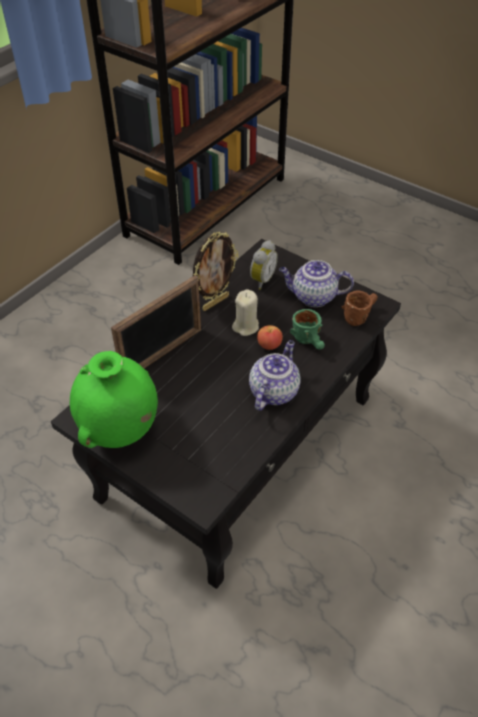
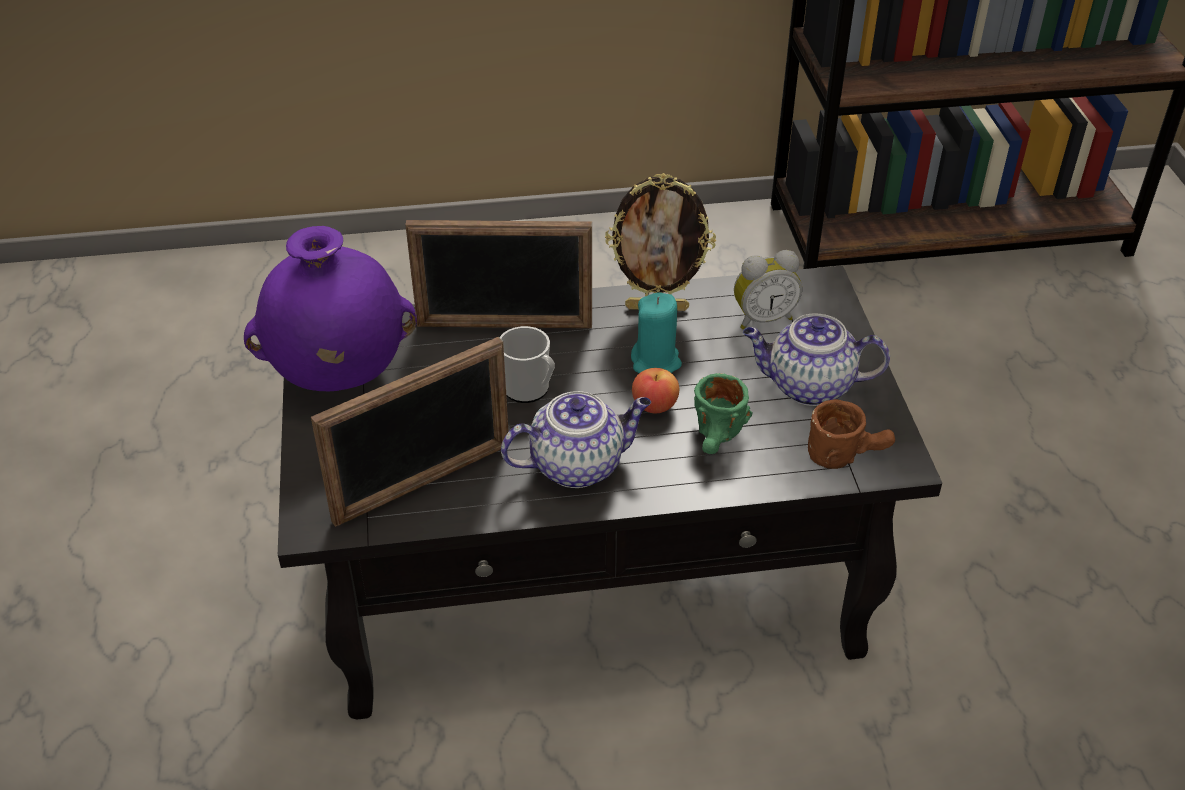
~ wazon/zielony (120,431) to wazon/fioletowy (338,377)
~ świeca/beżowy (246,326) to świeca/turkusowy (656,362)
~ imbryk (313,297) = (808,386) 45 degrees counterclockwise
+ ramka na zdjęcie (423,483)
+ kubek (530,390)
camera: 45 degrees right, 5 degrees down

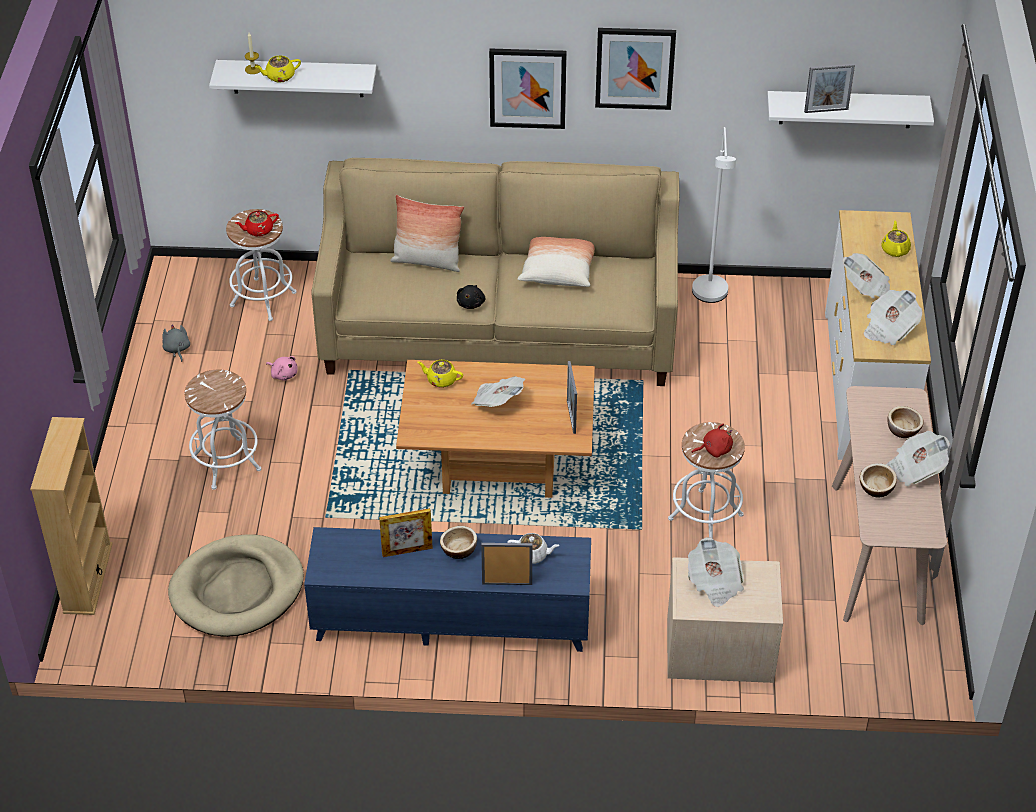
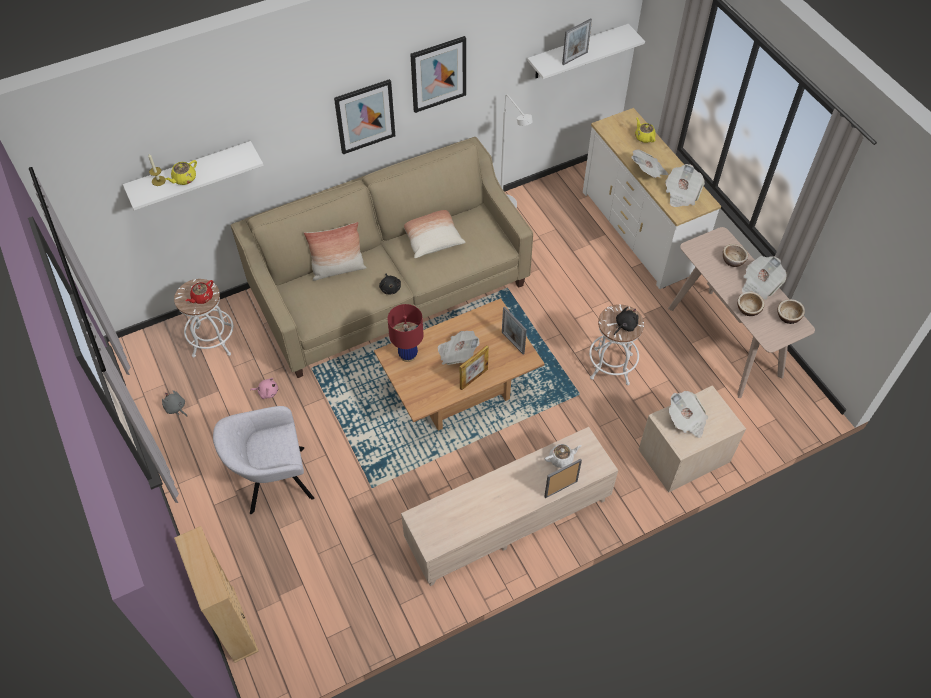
- legowisko/beżowy (237,590)
~ stołek/biały (226,463) to fotel/szary (273,480)
~ szafka pod telewizor/niebieski (451,620) to szafka pod telewizor/beżowy (508,522)
~ ramka na zdjęcie (407,551) to (473,379)
~ imbryk/żółty (441,380) to lampa stołowa/czerwony (408,355)
~ miska (459,550) to (788,316)
~ pluszak/czerwony (714,449) to pluszak/czarny (625,325)
camera: 30 degrees left, 10 degrees up

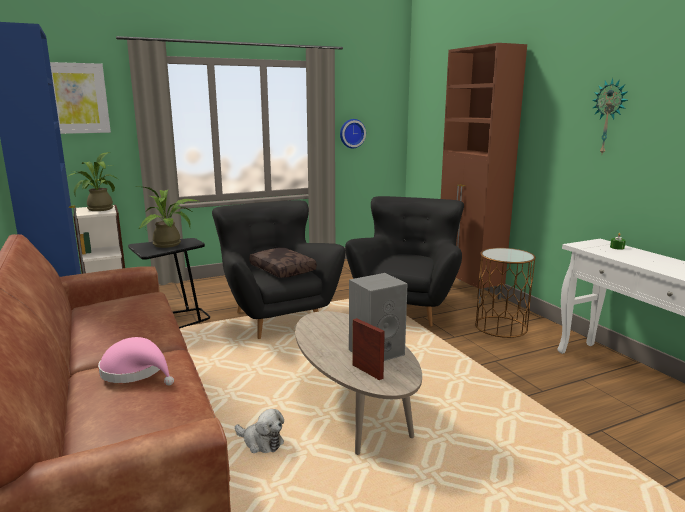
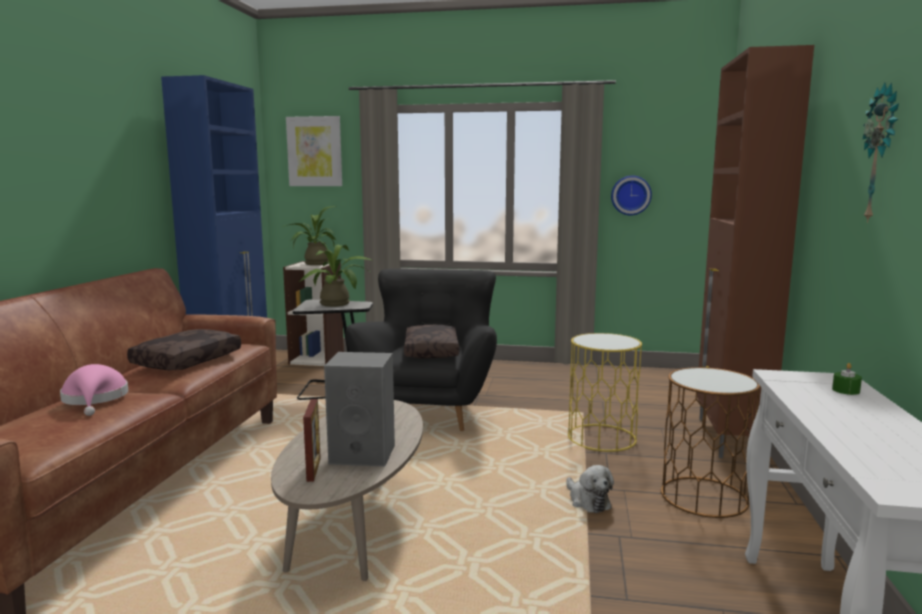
~ pluszak (261,442) to (587,501)
~ fotel/czarny (407,308) to stolik/żółty (602,438)
+ poduszka/brązowy (187,360)
camera: 35 degrees right, 5 degrees down

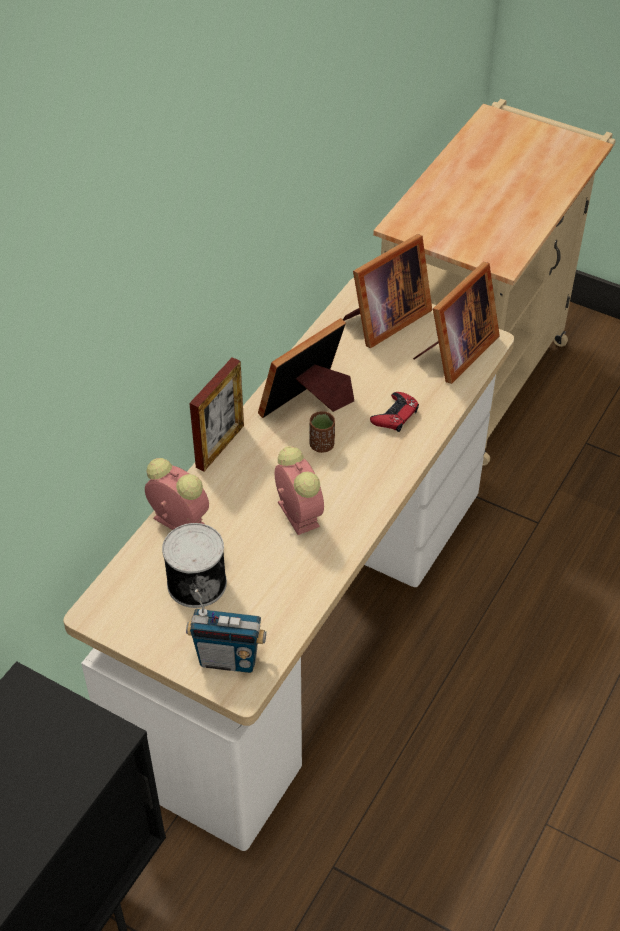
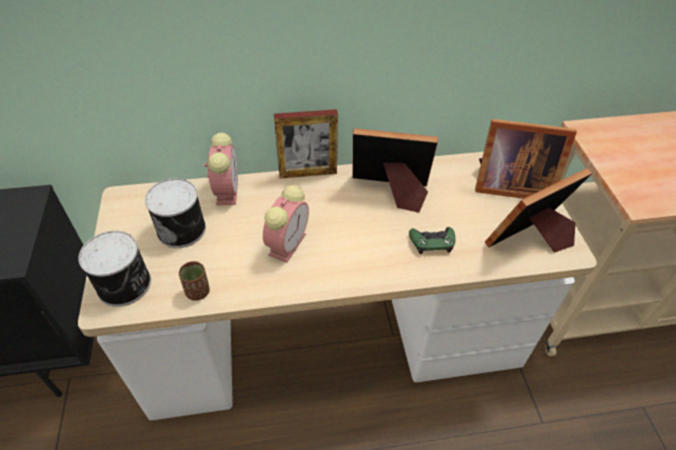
~ radio (228,659) to puszka (125,285)
~ filiżanka/brązowy (322,445) to (198,292)
~ pad do gier/czerwony (395,415) to pad do gier/zielony (432,242)
~ ramka na zdjęcie (454,353) = (531,240) 150 degrees clockwise
camera: 50 degrees right, 0 degrees up

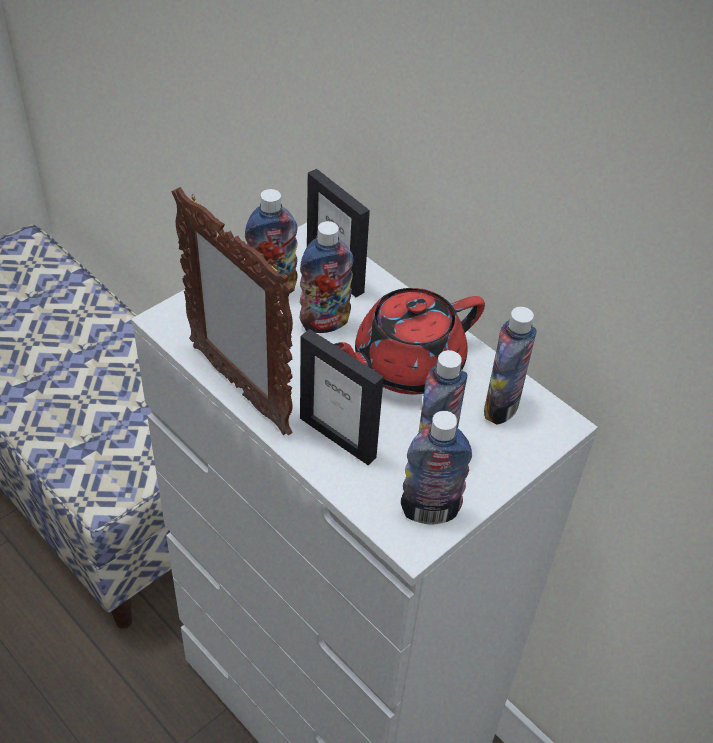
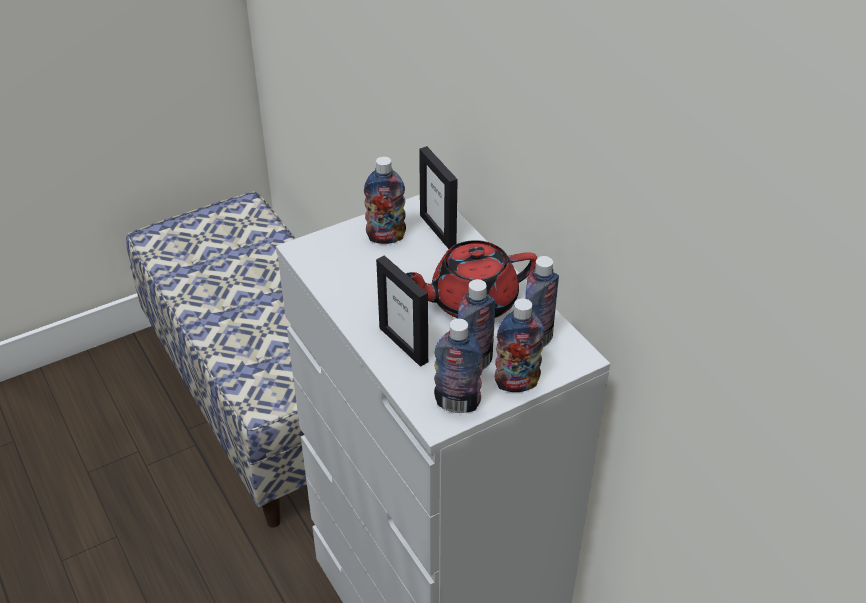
- ramka na zdjęcie (239,388)
~ butelka (325,322) to (516,383)
camera: 15 degrees right, 5 degrees down

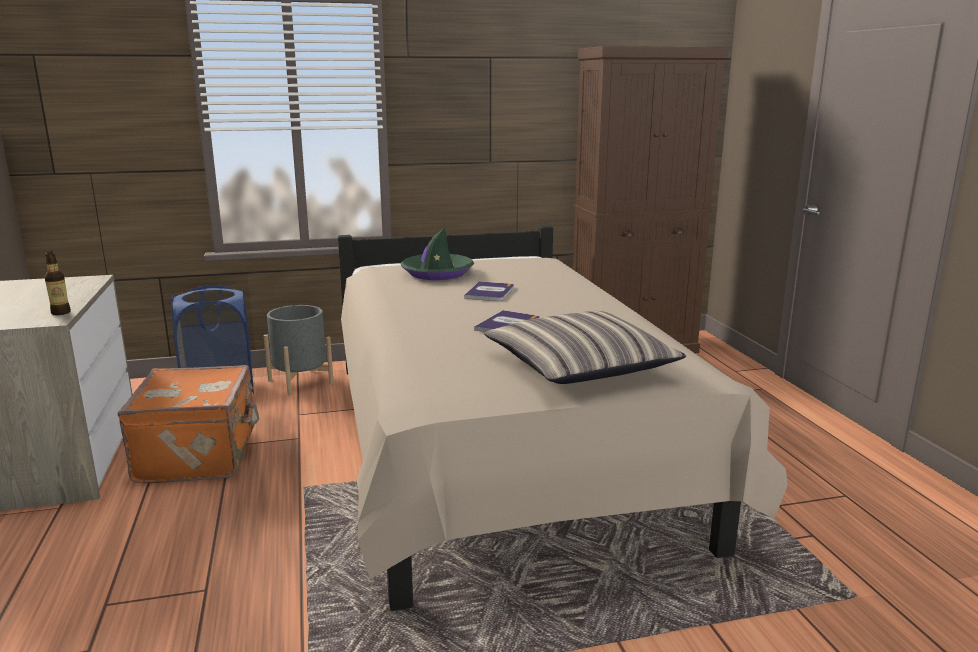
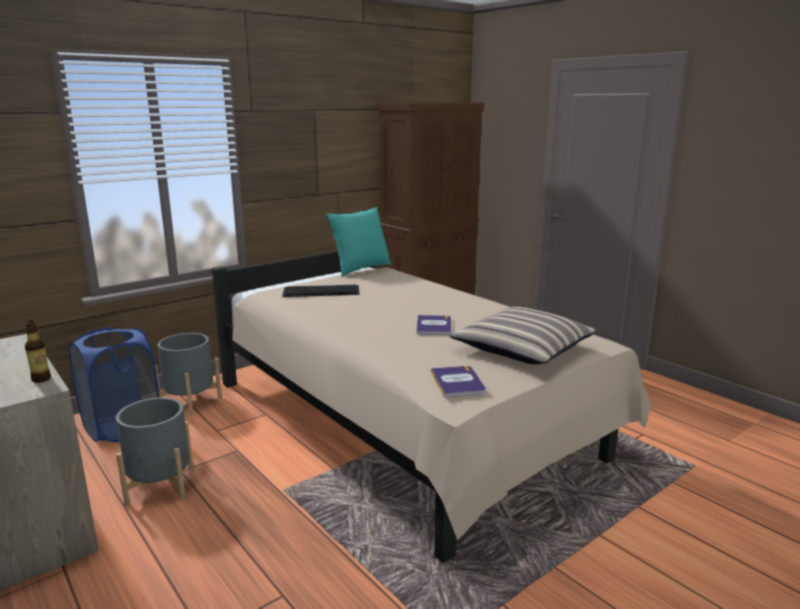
~ walizka/pomarańczowy (200,455) to donica/szary (160,486)
~ kapelusz/zielony (437,273) to klawiatura (320,291)
~ książka (490,292) to (457,382)
+ poduszka/turkusowy (360,269)
camera: 25 degrees left, 0 degrees up

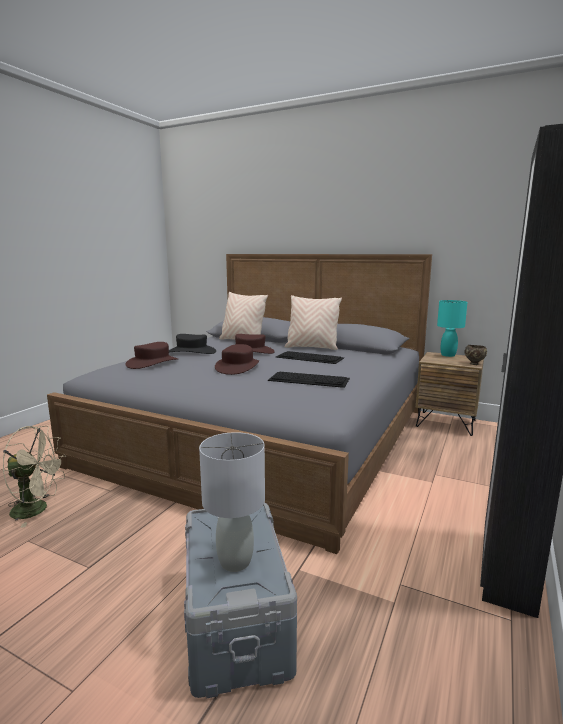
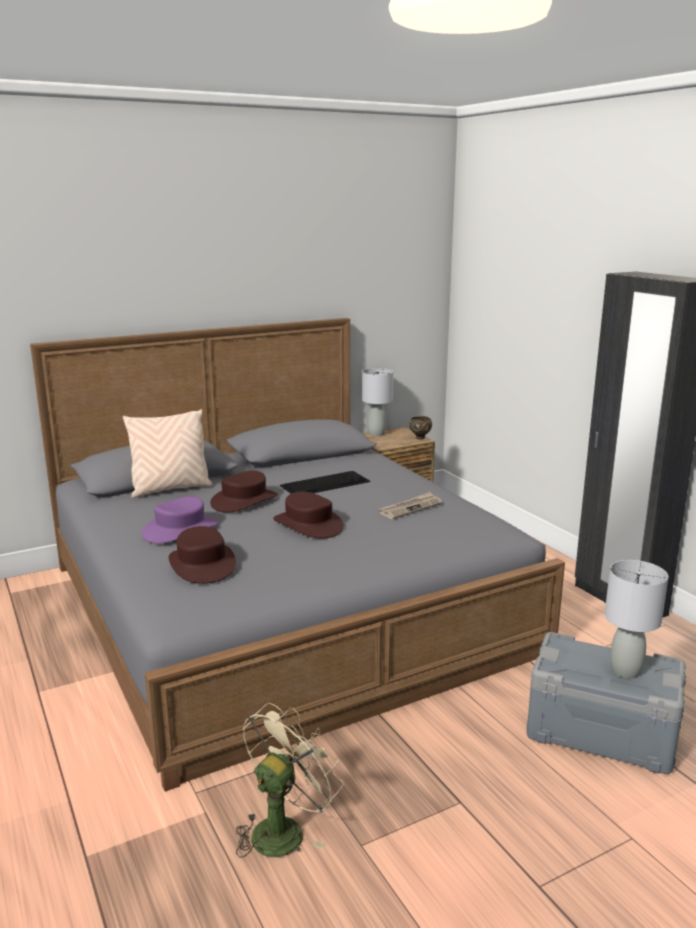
~ kapelusz/czarny (192,352) to kapelusz/fioletowy (180,529)
~ klawiatura (310,379) to gazeta (410,508)
- poduszka/beżowy (312,347)
~ lampa stołowa/turkusowy (447,355) to lampa stołowa/szary (376,434)
camera: 55 degrees left, 5 degrees up

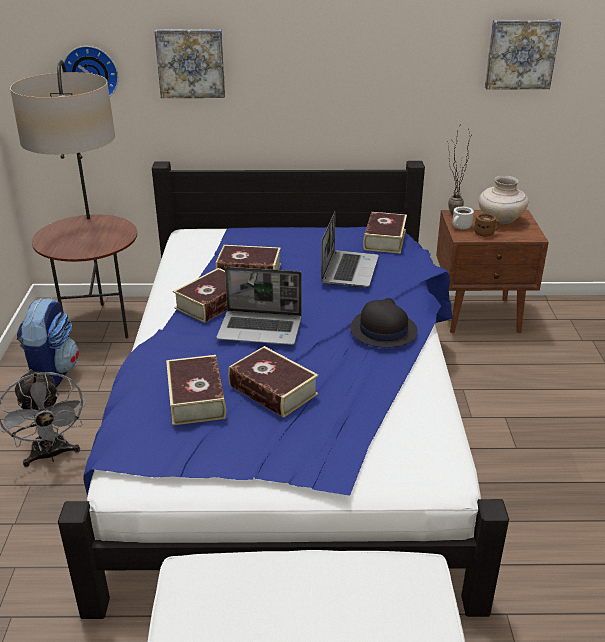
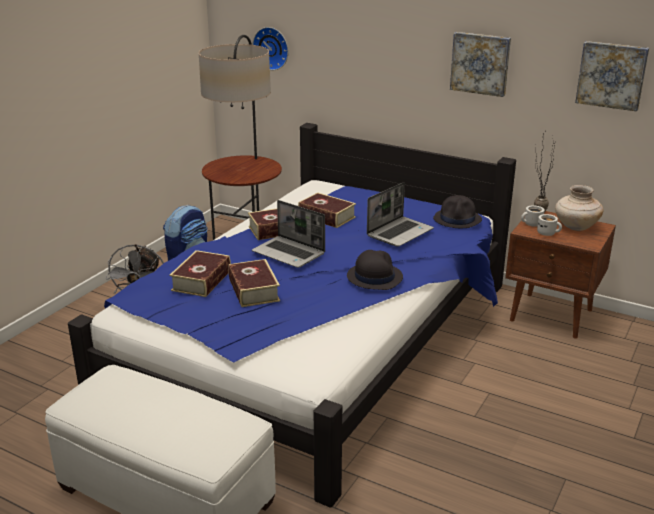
~ obraz (191,63) to (480,63)
~ książka (384,239) to kapelusz/czarny (457,219)
~ kubek/brązowy (485,233) to kubek/biały (548,233)
camera: 30 degrees right, 5 degrees down

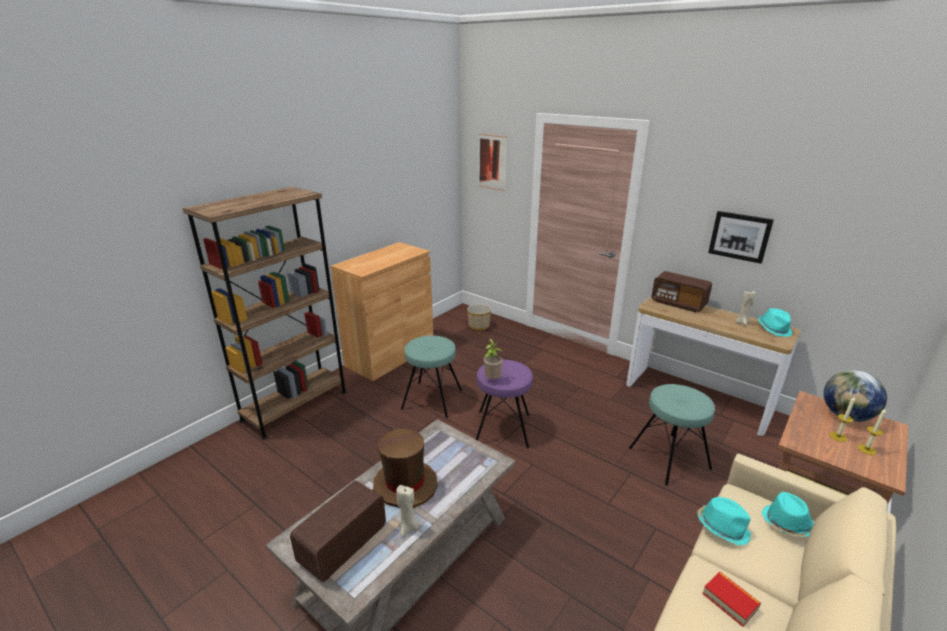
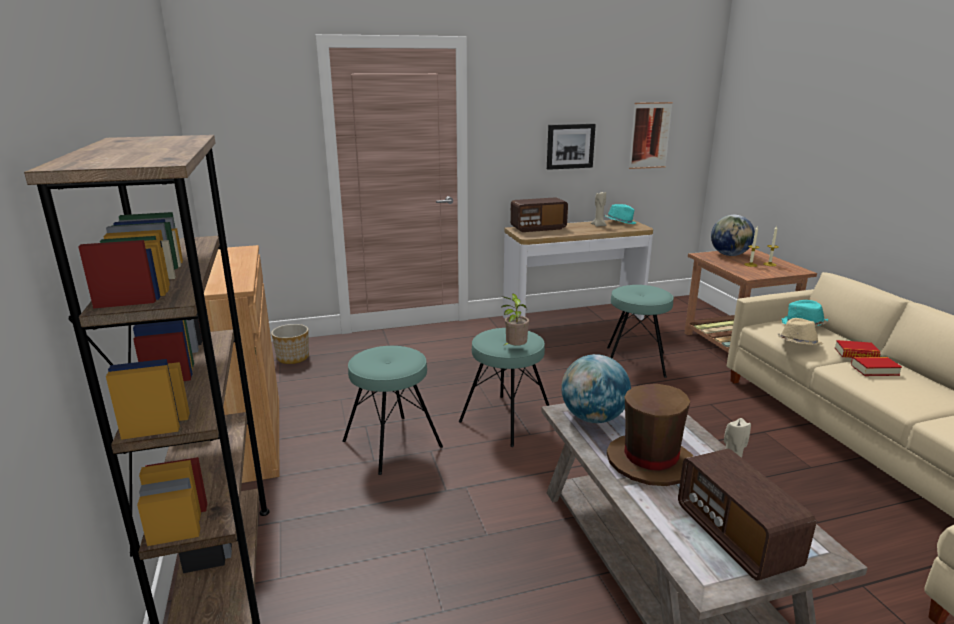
~ stołek/fioletowy (502,429) to stołek/turkusowy (506,420)
~ obraz (492,162) to (650,135)
~ kapelusz/turkusowy (722,527) to kapelusz/beżowy (798,343)
+ globus (593,418)
+ książka (856,354)
camera: 55 degrees left, 5 degrees down

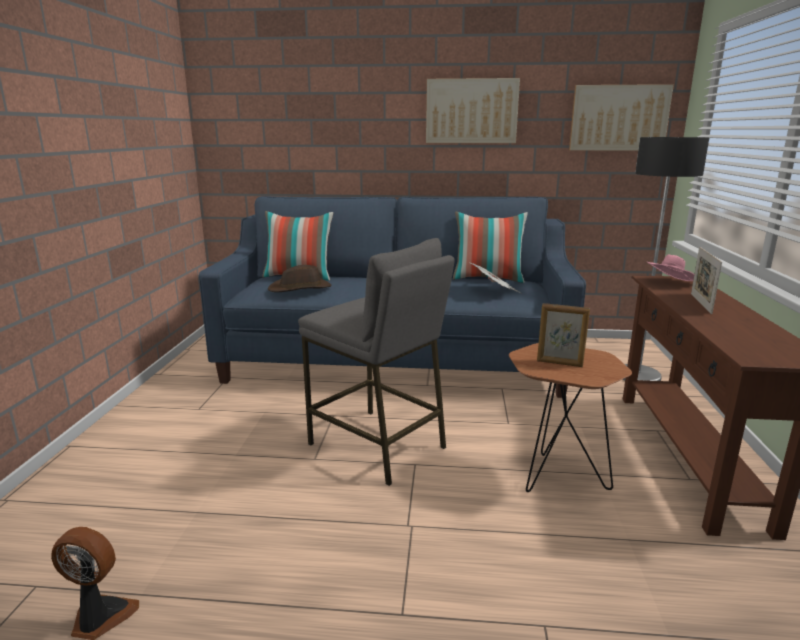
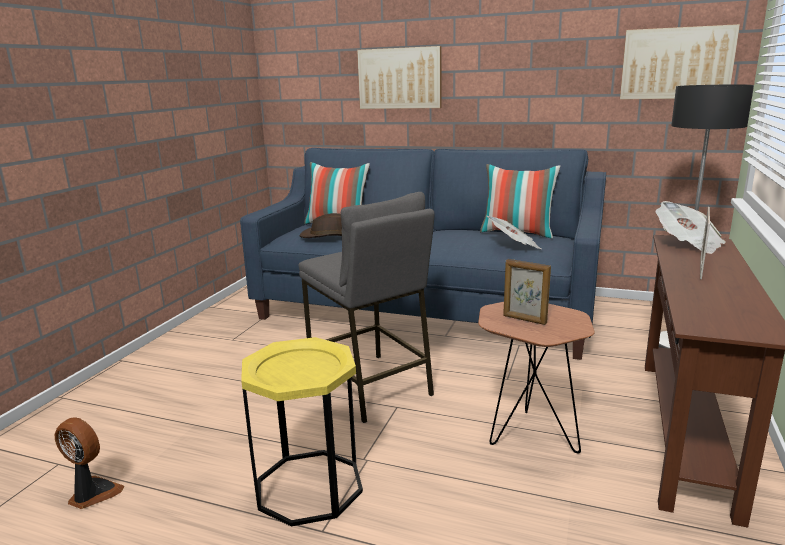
~ obraz (471,111) to (400,78)
~ kapelusz/różowy (669,283) to gazeta (688,244)
+ stolik/żółty (309,486)
camera: 15 degrees right, 0 degrees up

